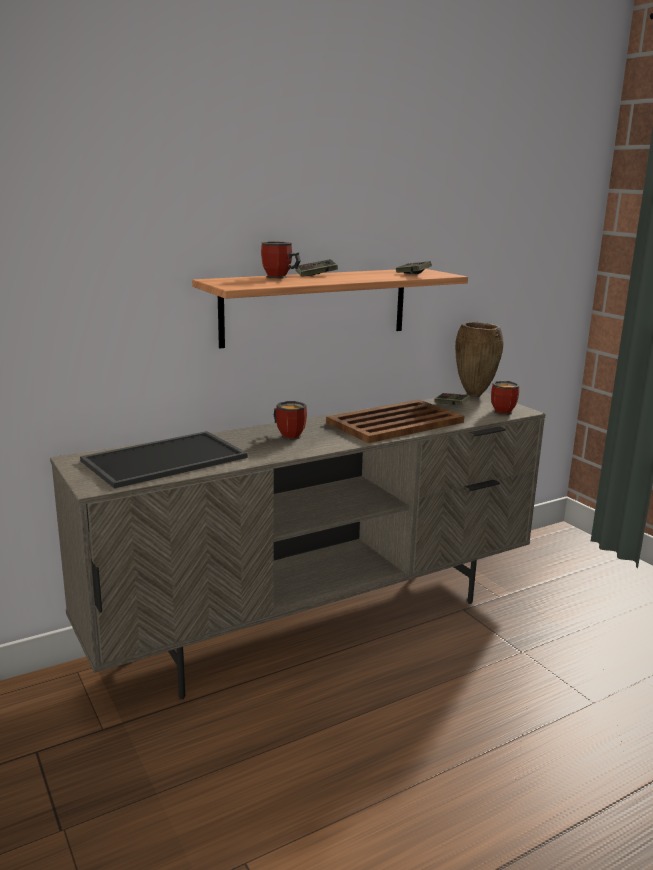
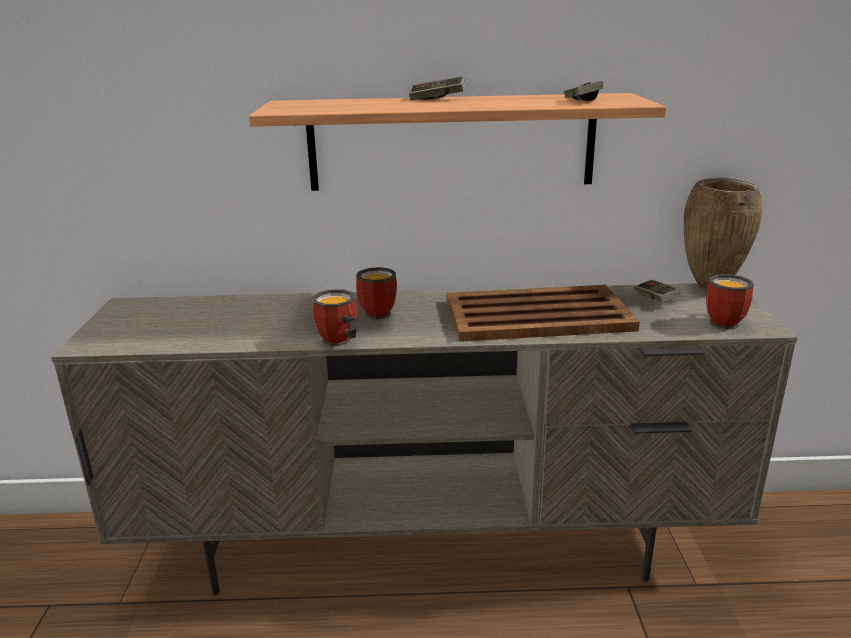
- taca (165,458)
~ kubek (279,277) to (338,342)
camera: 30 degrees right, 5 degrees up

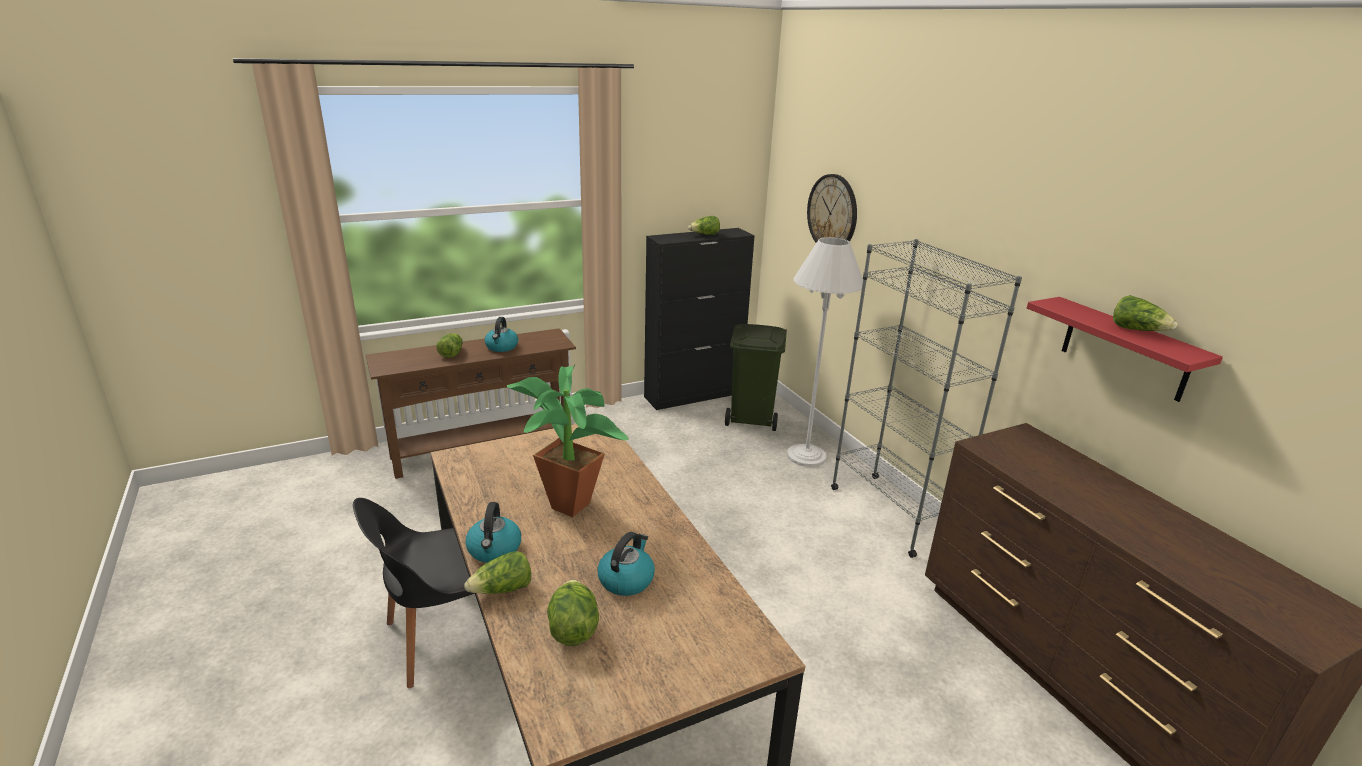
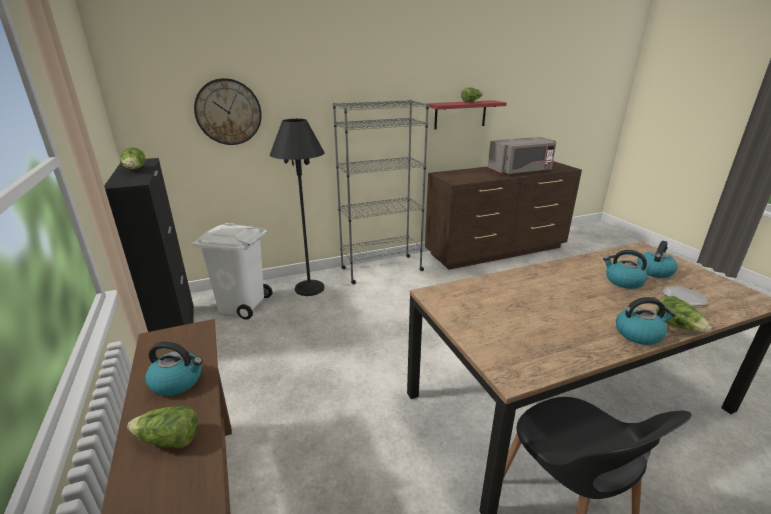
- roślina doniczkowa (567,501)
~ sałata (573,629) to talerz (684,298)
~ kosz na śmieci/zielony (752,418) to kosz na śmieci/biały (242,305)
~ lampa stojąca/biały (806,456) to lampa stojąca/czarny (309,288)
+ mikrofalówka/szary (520,171)
+ czajnik (654,271)
camera: 85 degrees left, 0 degrees up

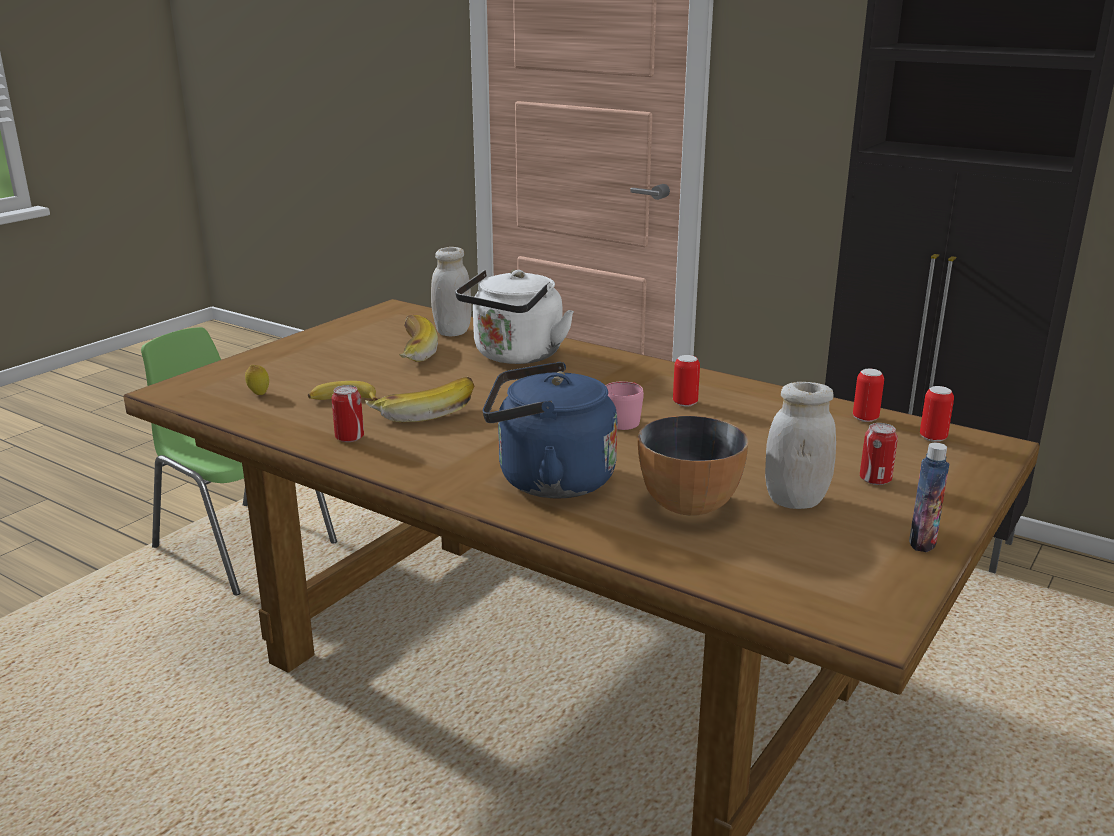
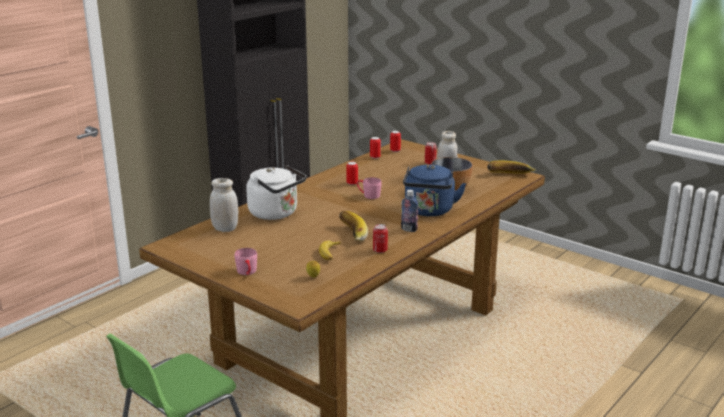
~ banan (410,352) to (509,175)
~ butelka (922,542) to (409,229)
+ kubek/różowy (248,273)
camera: 85 degrees left, 0 degrees up

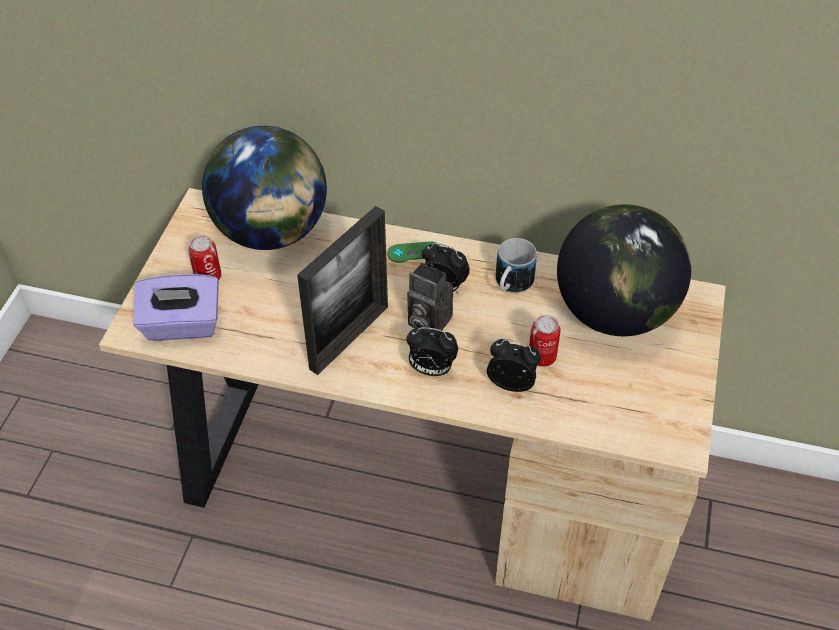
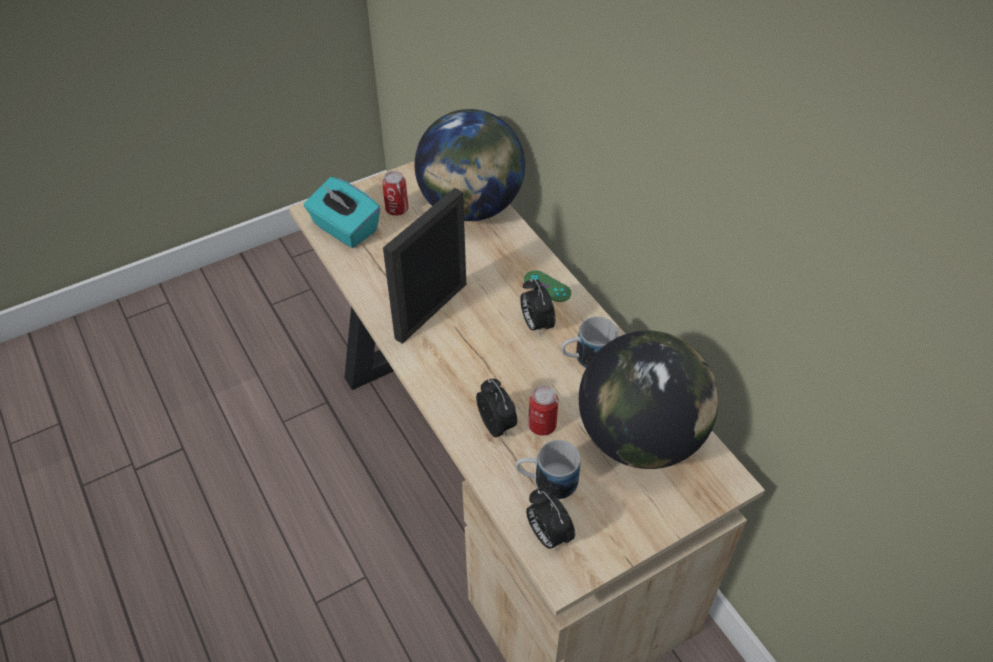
~ pudełko chusteczek/fioletowy (182,325) to pudełko chusteczek/turkusowy (345,229)
~ ramka na zdjęcie (349,337) = (431,311) 135 degrees clockwise
~ budzik (431,369) to (548,535)
- aparat fotograficzny (426,321)
+ kubek (546,481)
camera: 45 degrees right, 0 degrees up

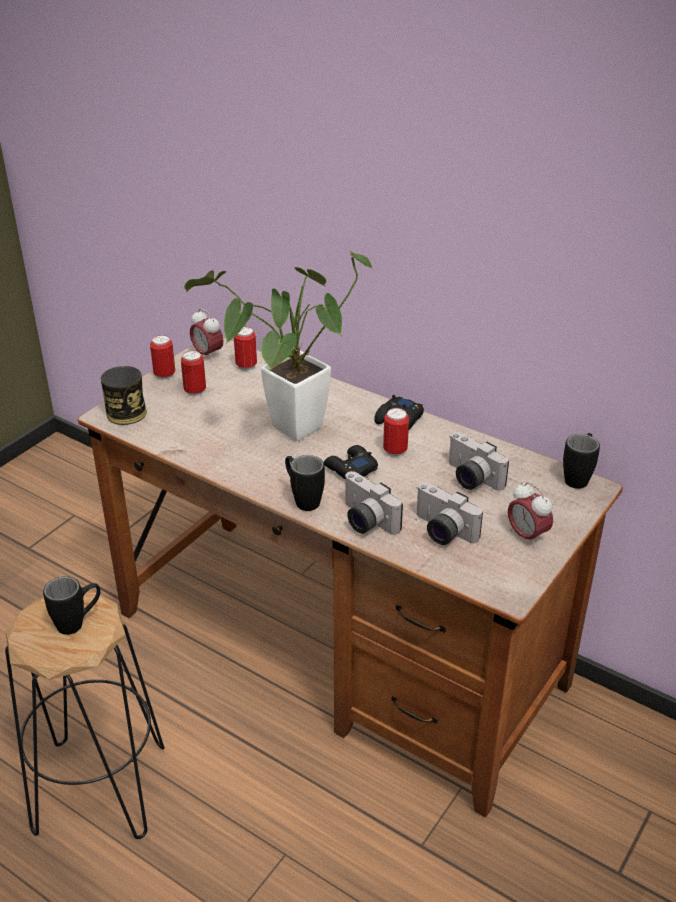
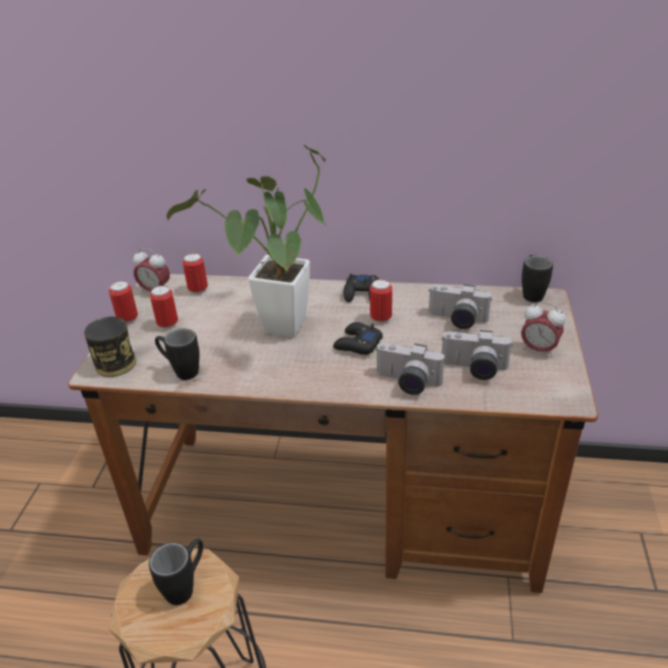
~ kubek/czarny (302,499) to (181,371)
camera: 25 degrees left, 0 degrees up

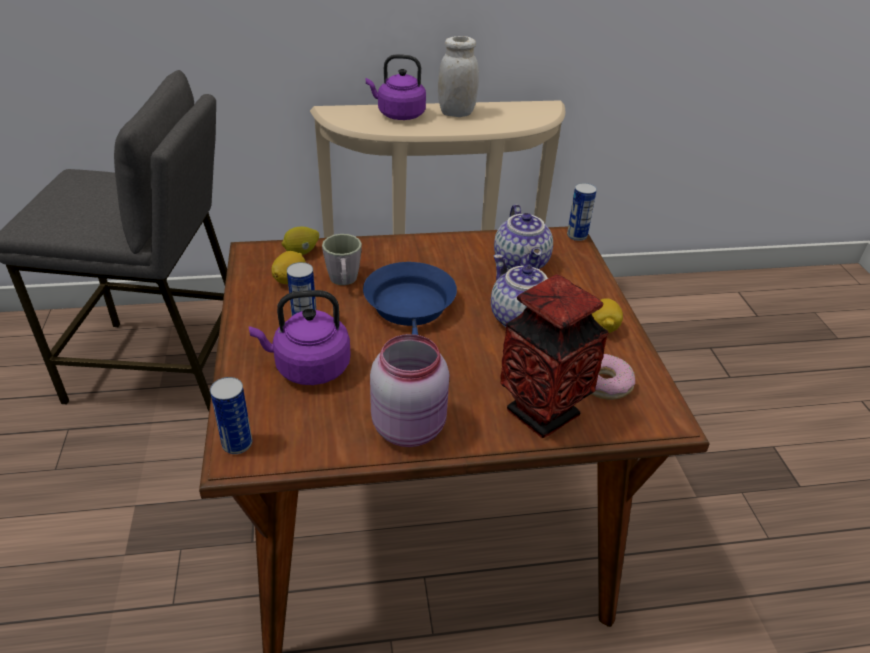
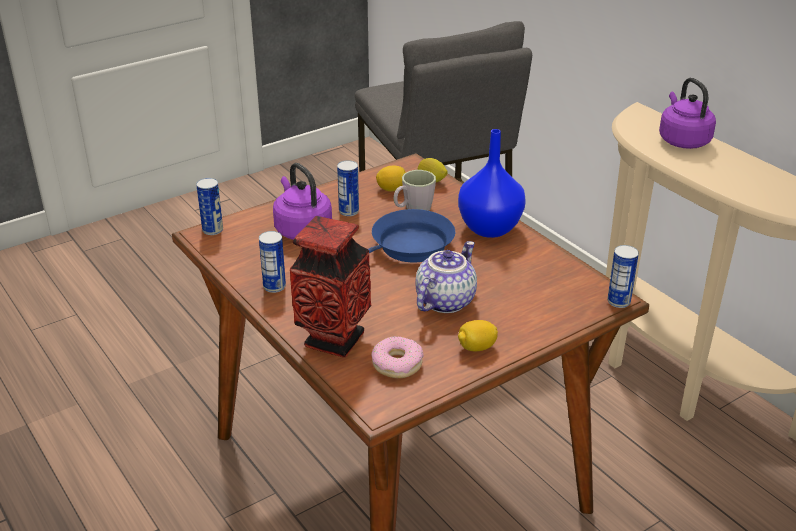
~ słoik/różowy (411,427) to puszka (274,286)
- słoik/biały (456,113)
- imbryk (522,263)
+ wazon/niebieski (489,229)
camera: 65 degrees right, 5 degrees down

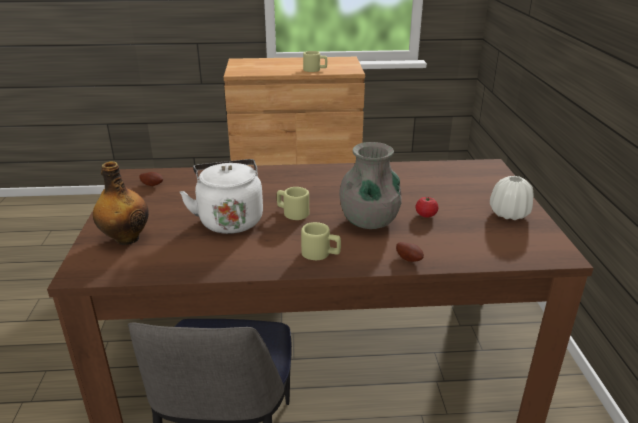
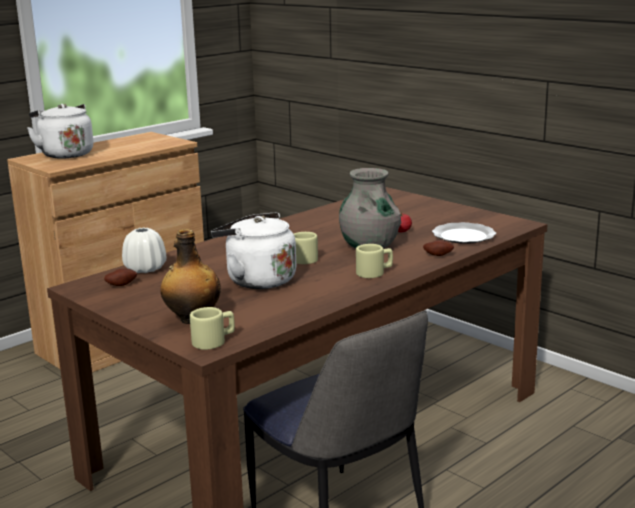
~ kubek/beżowy (315,70) to (214,341)
~ wazon/biały (509,214) to (145,269)
+ czajnik/biały (65,154)
+ talerz (464,236)
camera: 40 degrees left, 10 degrees down

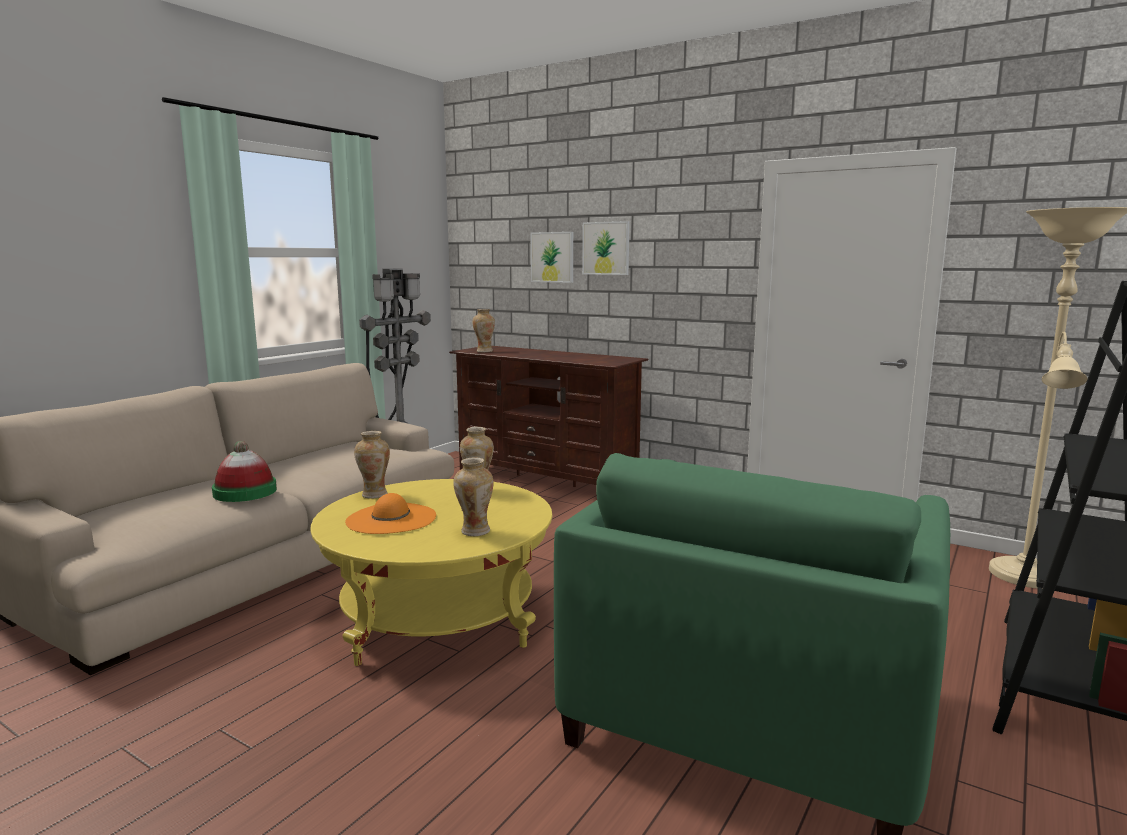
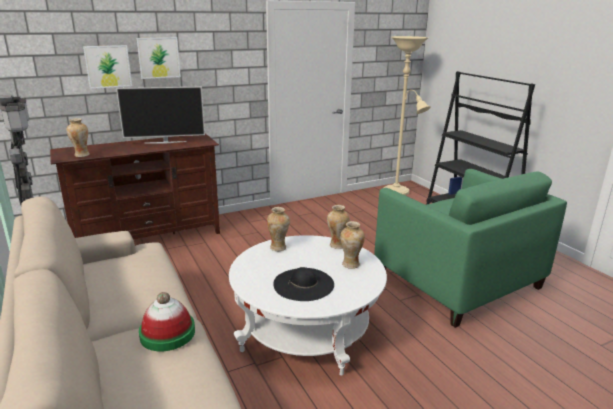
~ ława/żółty (438,615) to ława/biały (306,330)
~ kapelusz/pomarańczowy (391,519) to kapelusz/czarny (303,284)
~ wazon (374,494) to (337,245)
+ telewizor (165,142)
camera: 60 degrees left, 10 degrees up

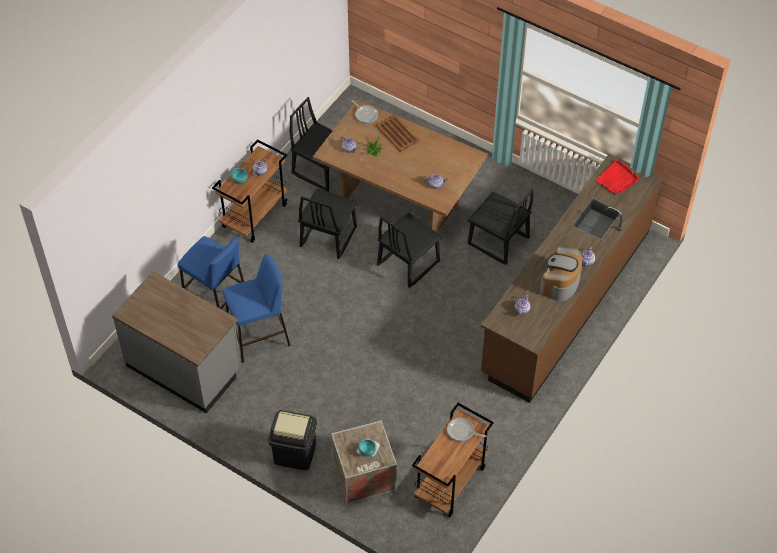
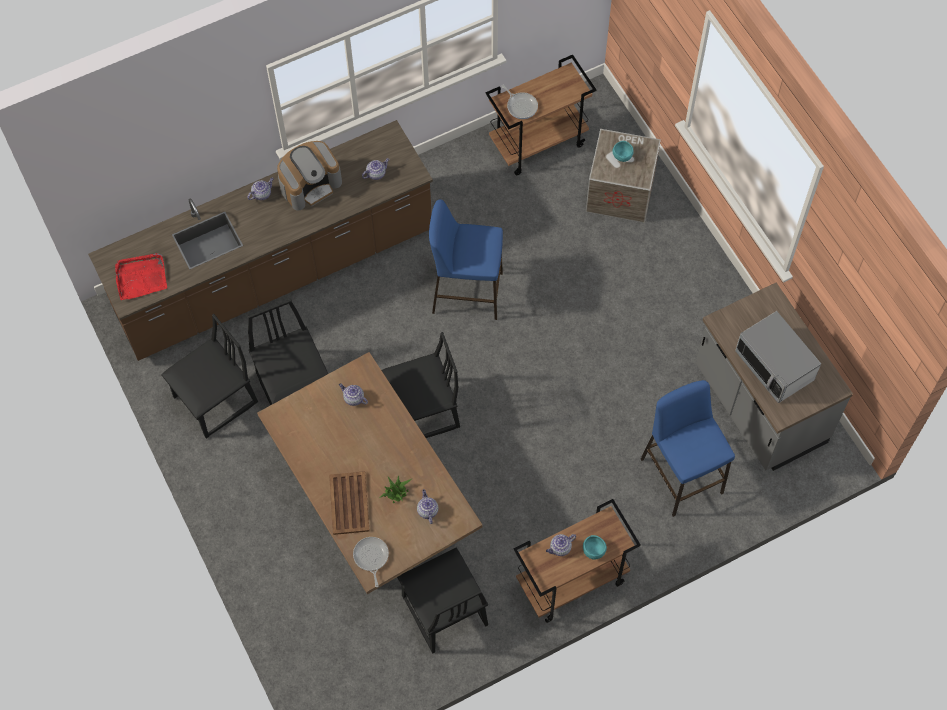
~ stołek/niebieski (259,337) to (466,292)
- kosz na śmieci/czarny (294,454)
~ krzesło/czarny (327,236) to (216,400)
+ mikrofalówka (774,366)
camera: 150 degrees left, 10 degrees up

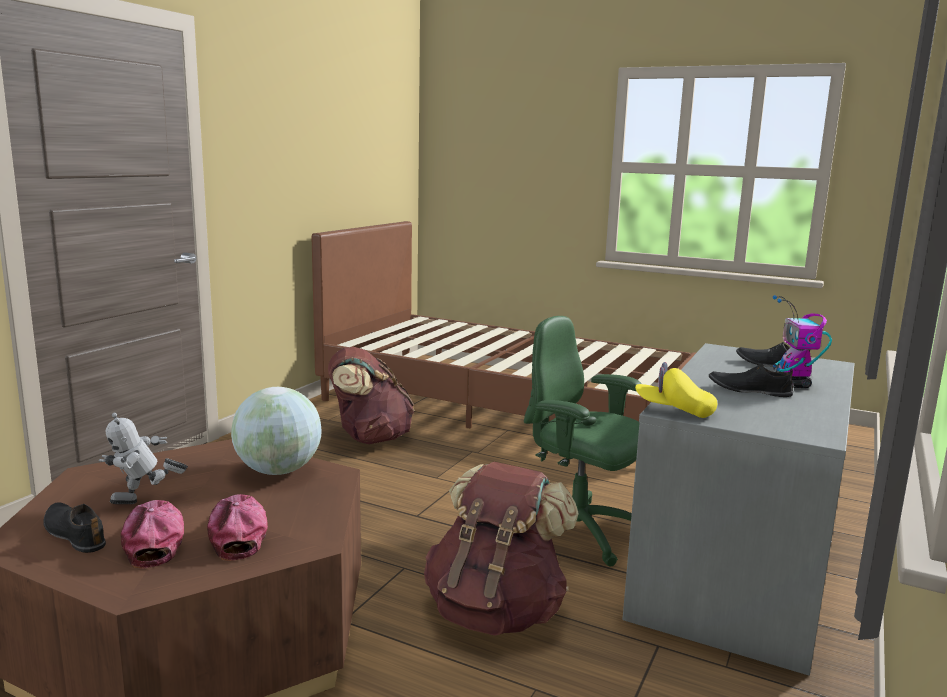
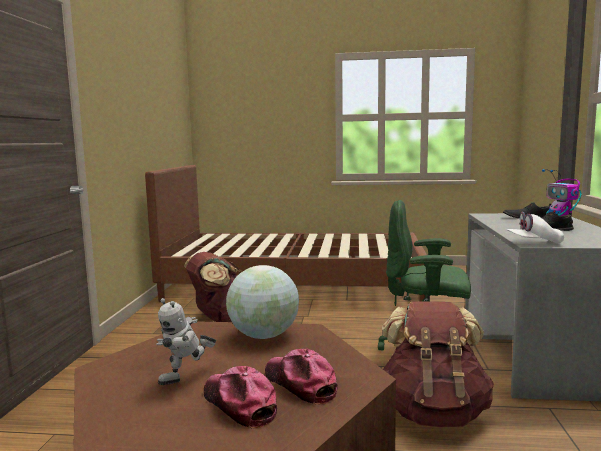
- but/czarny (75,533)
~ czapka z daszkiem/żółty (674,411) to czapka z daszkiem/biały (534,243)
camera: 20 degrees left, 5 degrees down

